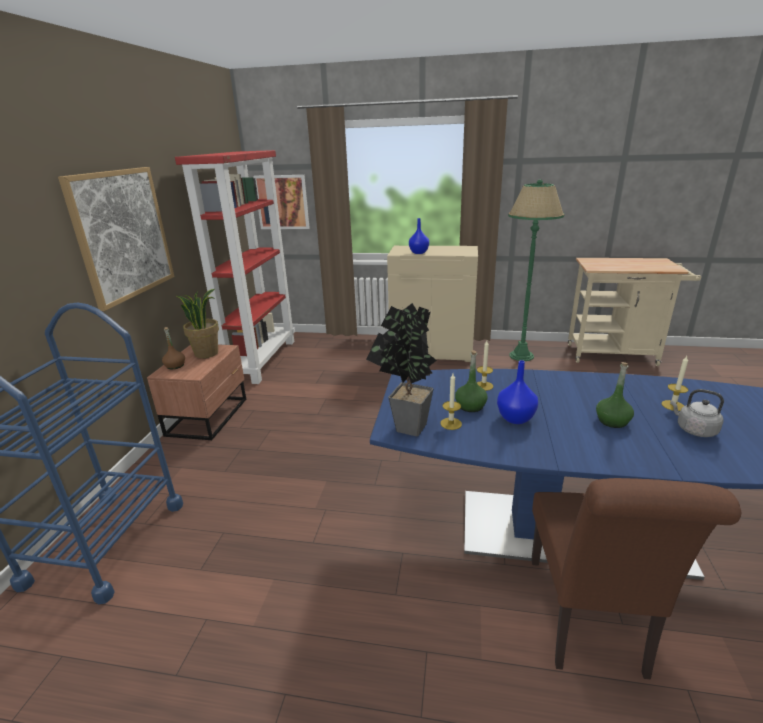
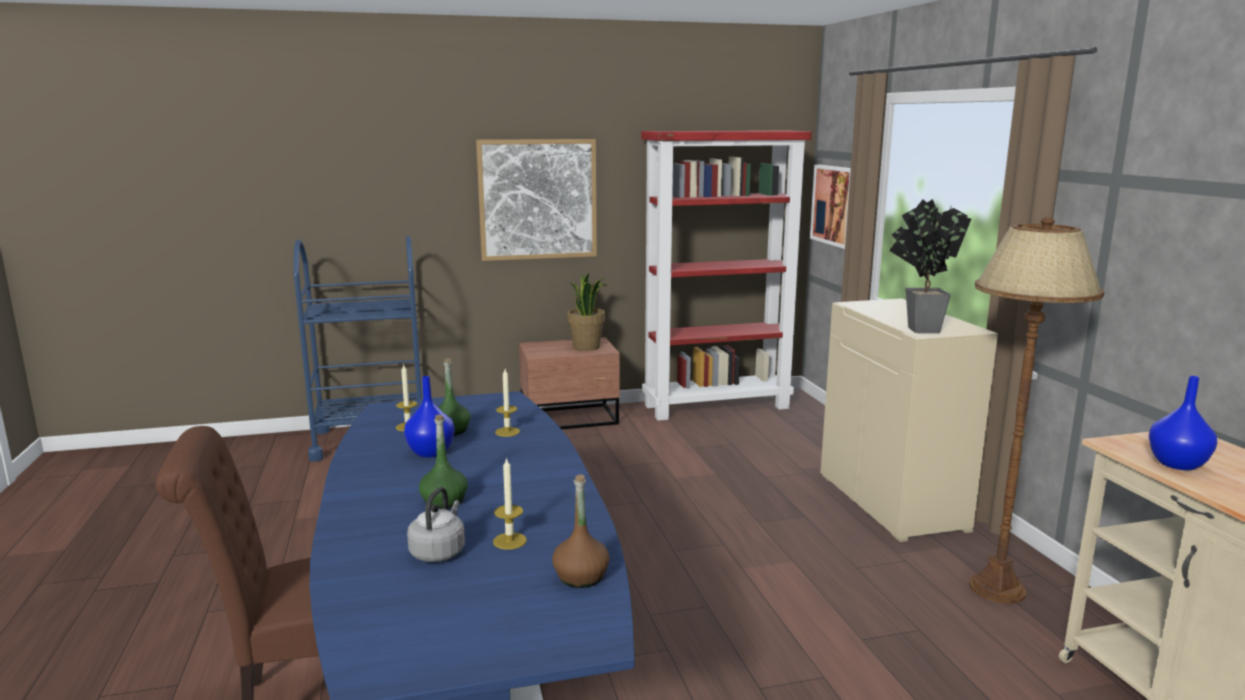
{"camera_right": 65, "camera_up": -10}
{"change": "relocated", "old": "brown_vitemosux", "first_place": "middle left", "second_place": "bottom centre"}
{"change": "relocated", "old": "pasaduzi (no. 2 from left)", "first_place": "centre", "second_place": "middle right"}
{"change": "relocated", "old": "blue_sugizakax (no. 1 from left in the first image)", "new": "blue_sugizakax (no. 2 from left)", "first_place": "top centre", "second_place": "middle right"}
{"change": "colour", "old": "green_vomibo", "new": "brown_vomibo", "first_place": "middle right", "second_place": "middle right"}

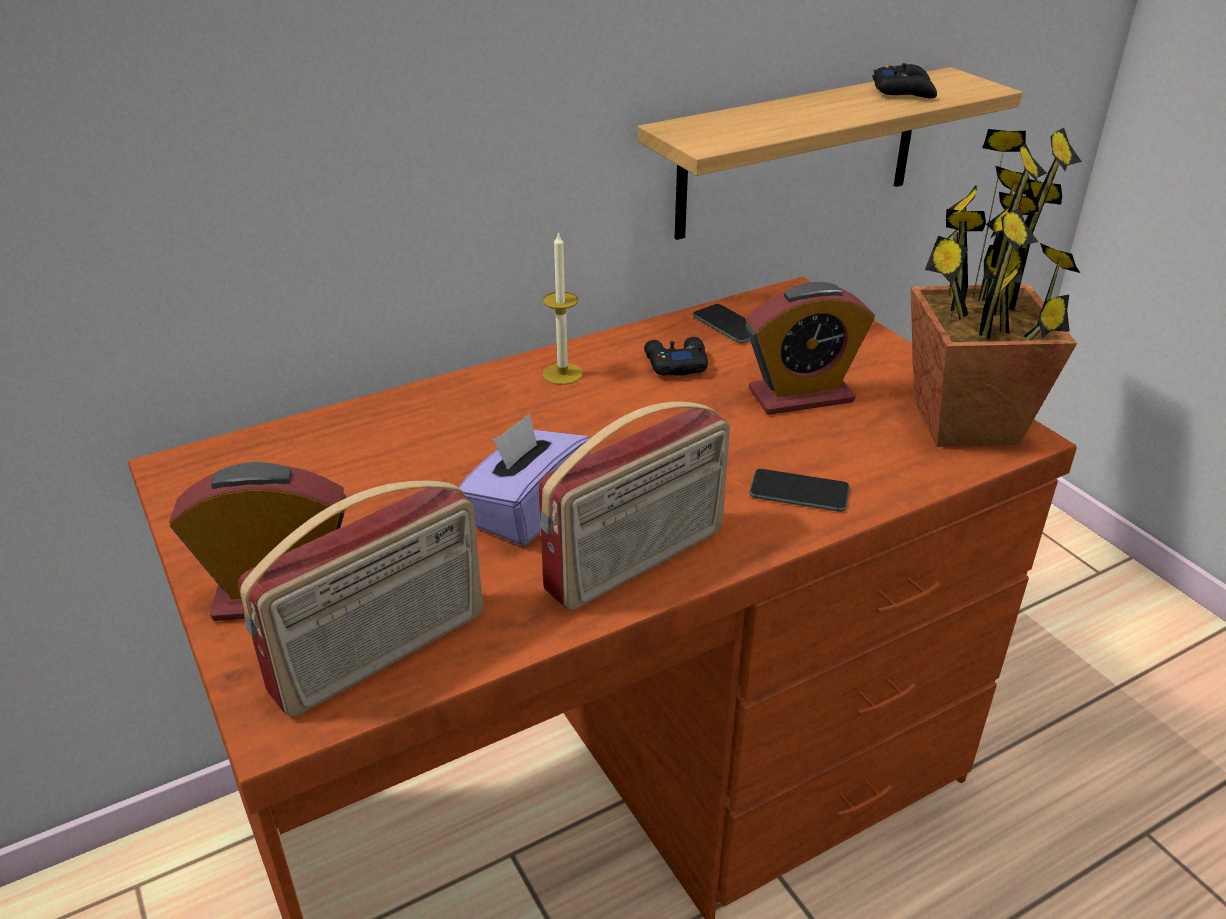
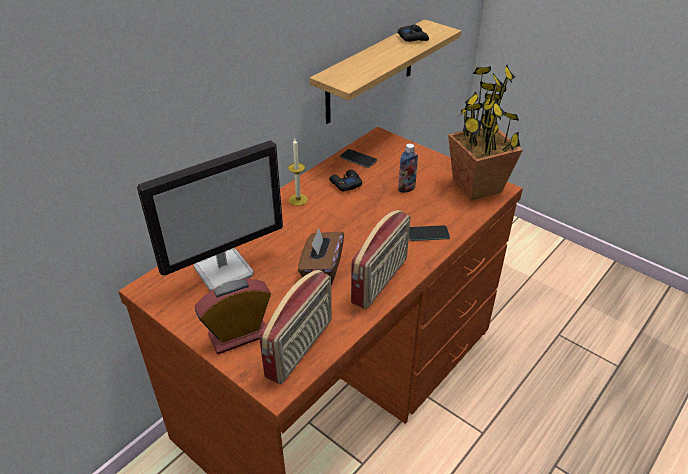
{"camera_right": -20, "camera_up": 5}
{"change": "appeared", "new": "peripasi", "second_place": "middle left"}
{"change": "exchanged", "old": "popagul (no. 2 from left)", "new": "vitemosux", "first_place": "centre", "second_place": "centre"}
{"change": "colour", "old": "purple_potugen", "new": "brown_potugen", "first_place": "centre", "second_place": "centre"}

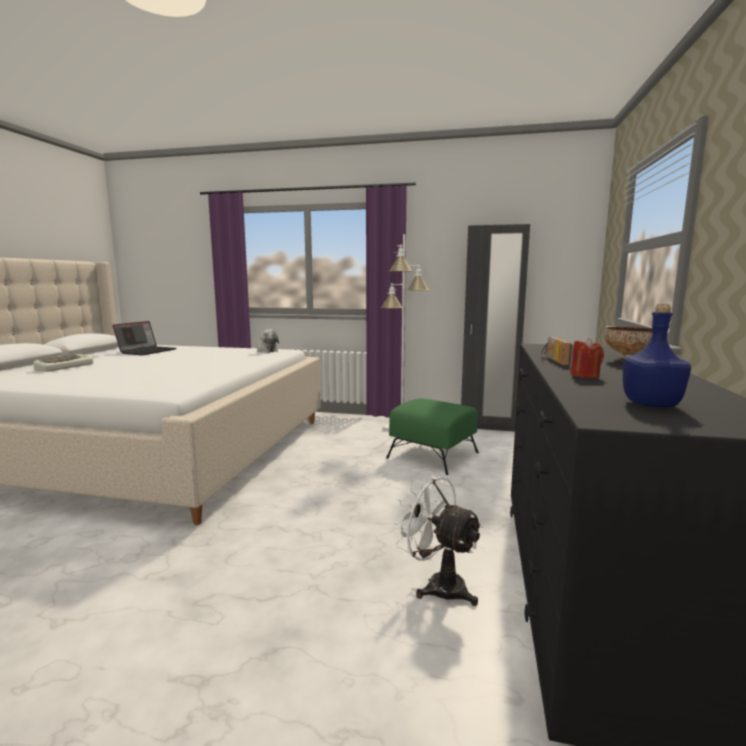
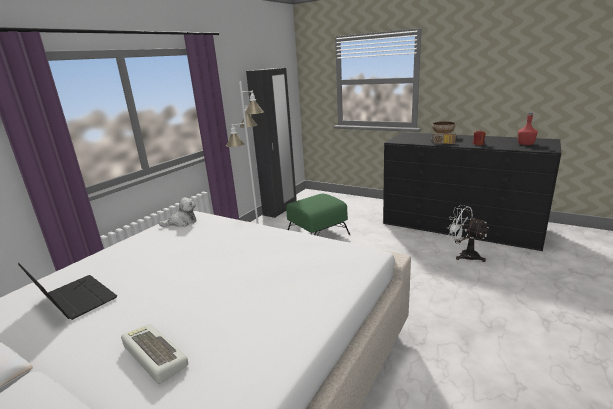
{"camera_right": -70, "camera_up": 10}
{"change": "colour", "old": "blue_vitemosux", "new": "red_vitemosux", "first_place": "middle right", "second_place": "top right"}
{"change": "spun", "old": "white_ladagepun", "first_place": "bottom centre", "second_place": "middle right", "degrees": 75}

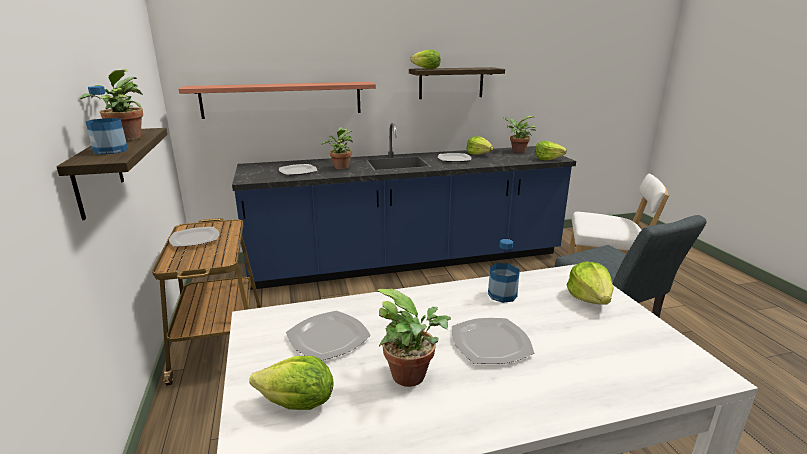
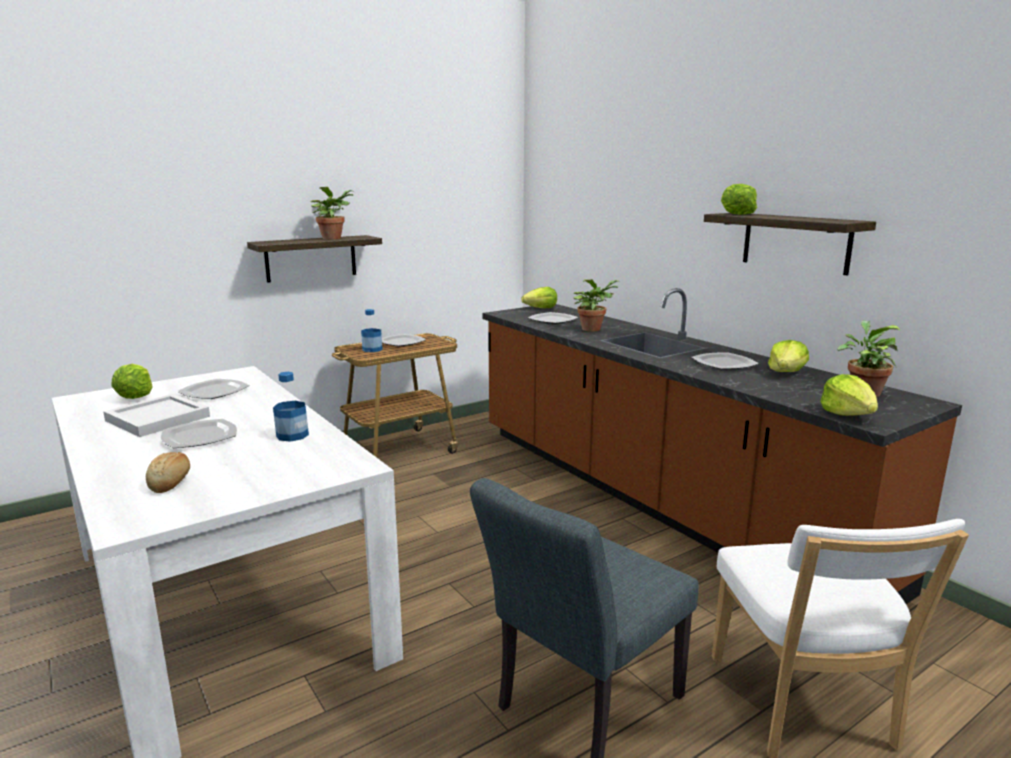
{"camera_right": 70, "camera_up": -5}
{"change": "missing", "old": "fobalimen (no. 2 from left)", "first_place": "top centre"}
{"change": "appeared", "new": "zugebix", "second_place": "middle left"}
{"change": "relocated", "old": "vitemosux (no. 1 from left in the first image)", "new": "vitemosux (no. 2 from left)", "first_place": "top left", "second_place": "centre"}
{"change": "relocated", "old": "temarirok (no. 5 from left in the first image)", "new": "temarirok (no. 2 from left)", "first_place": "middle right", "second_place": "centre"}
{"change": "exchanged", "old": "pasaduzi (no. 3 from left)", "new": "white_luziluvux", "first_place": "bottom centre", "second_place": "middle left"}
{"change": "colour", "old": "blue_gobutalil", "new": "brown_gobutalil", "first_place": "centre", "second_place": "middle right"}

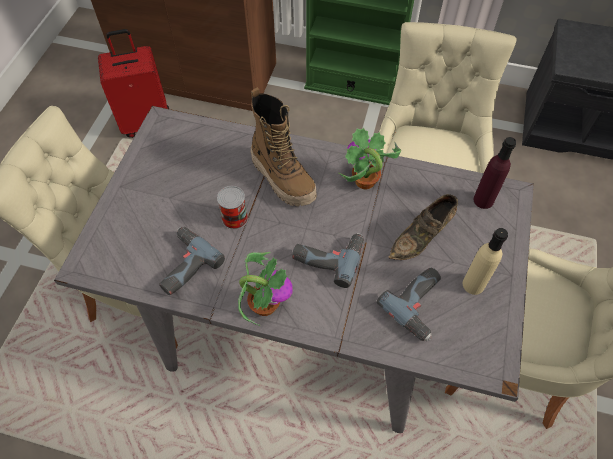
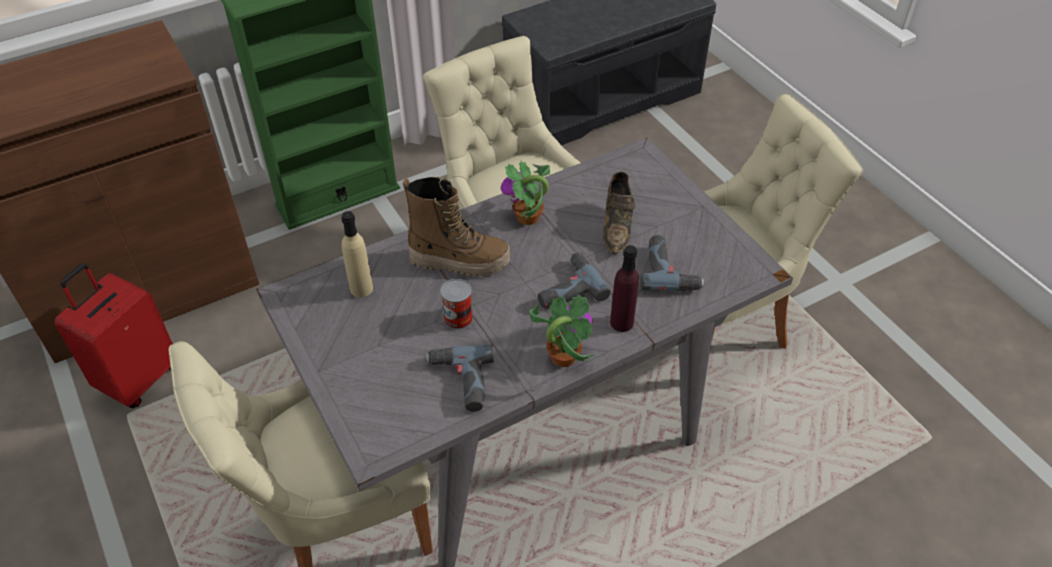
{"camera_right": -45, "camera_up": -10}
{"change": "relocated", "old": "beige_vitemosux", "first_place": "middle right", "second_place": "centre"}
{"change": "relocated", "old": "purple_vitemosux", "first_place": "middle right", "second_place": "centre"}

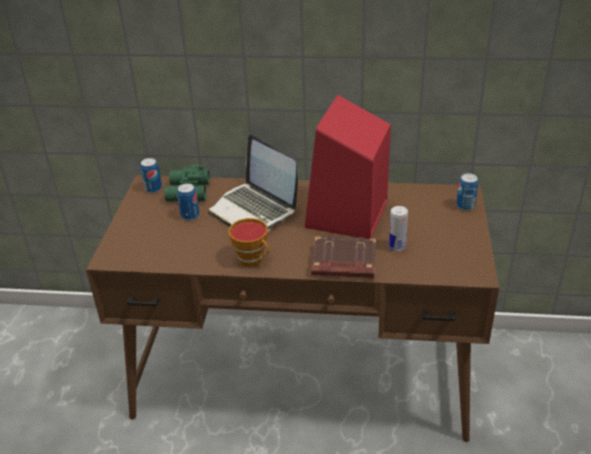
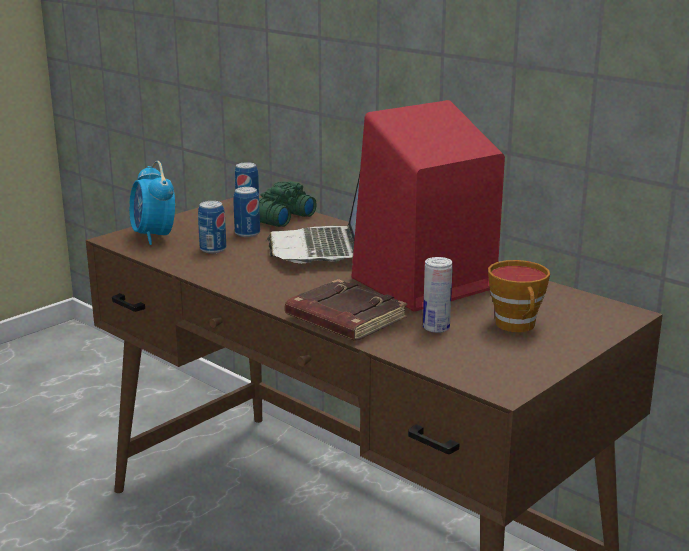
{"camera_right": 35, "camera_up": -15}
{"change": "appeared", "new": "popagul", "second_place": "middle left"}
{"change": "relocated", "old": "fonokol", "first_place": "centre", "second_place": "middle right"}
{"change": "relocated", "old": "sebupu (no. 4 from left in the first image)", "new": "sebupu (no. 1 from left)", "first_place": "middle right", "second_place": "middle left"}

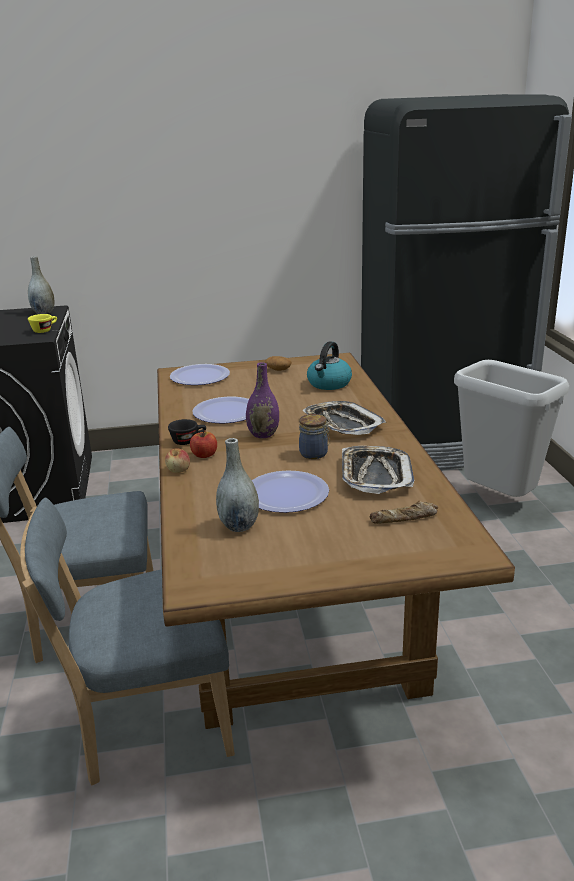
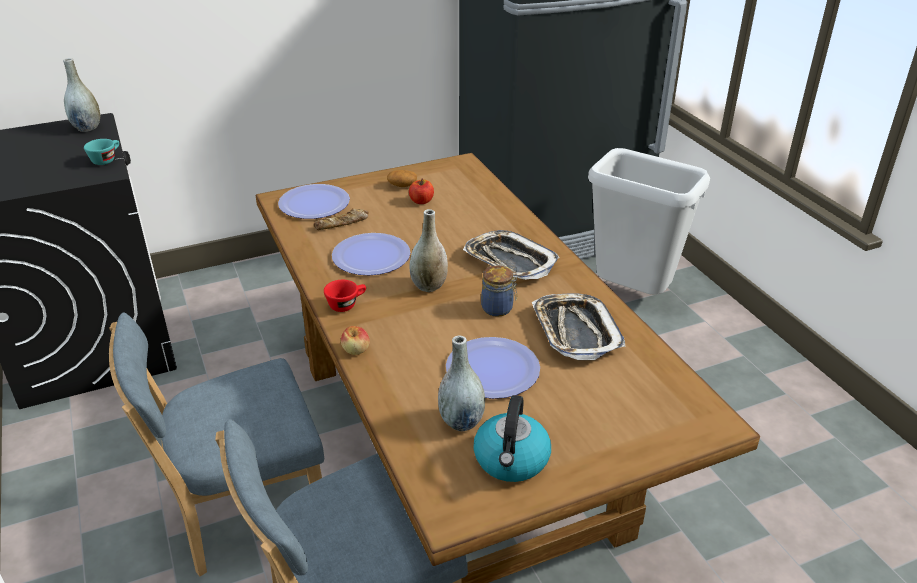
{"camera_right": -15, "camera_up": 10}
{"change": "relocated", "old": "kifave (no. 2 from left)", "first_place": "centre", "second_place": "top centre"}
{"change": "relocated", "old": "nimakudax", "first_place": "centre", "second_place": "bottom centre"}
{"change": "relocated", "old": "zugebix", "first_place": "middle right", "second_place": "centre"}
{"change": "colour", "old": "yellow_fonokol", "new": "turquoise_fonokol", "first_place": "middle left", "second_place": "top left"}
{"change": "colour", "old": "black_fonokol", "new": "red_fonokol", "first_place": "middle left", "second_place": "centre"}
{"change": "colour", "old": "purple_sugizakax", "new": "grey_sugizakax (no. 2 from left)", "first_place": "centre", "second_place": "centre"}

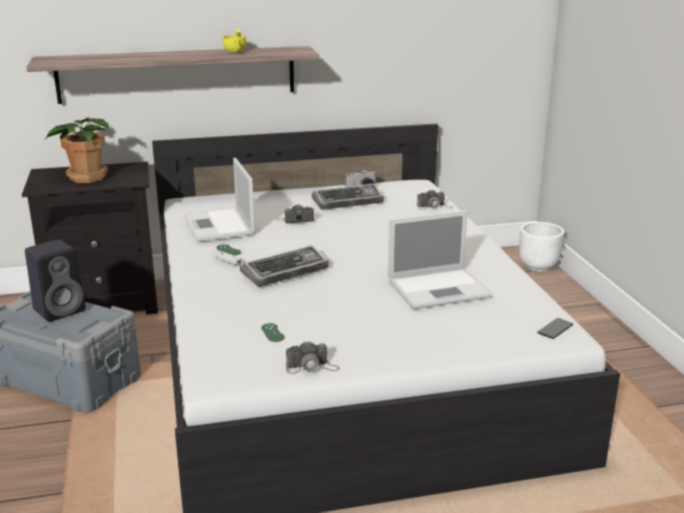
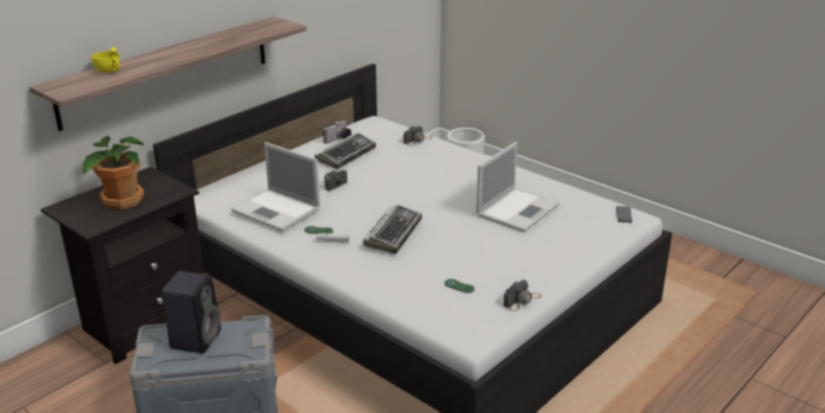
{"camera_right": -35, "camera_up": 5}
{"change": "relocated", "old": "yellow_fonokol", "first_place": "top centre", "second_place": "top left"}

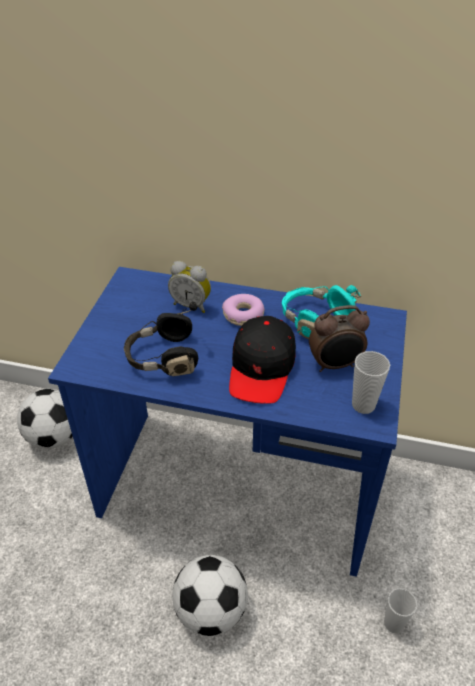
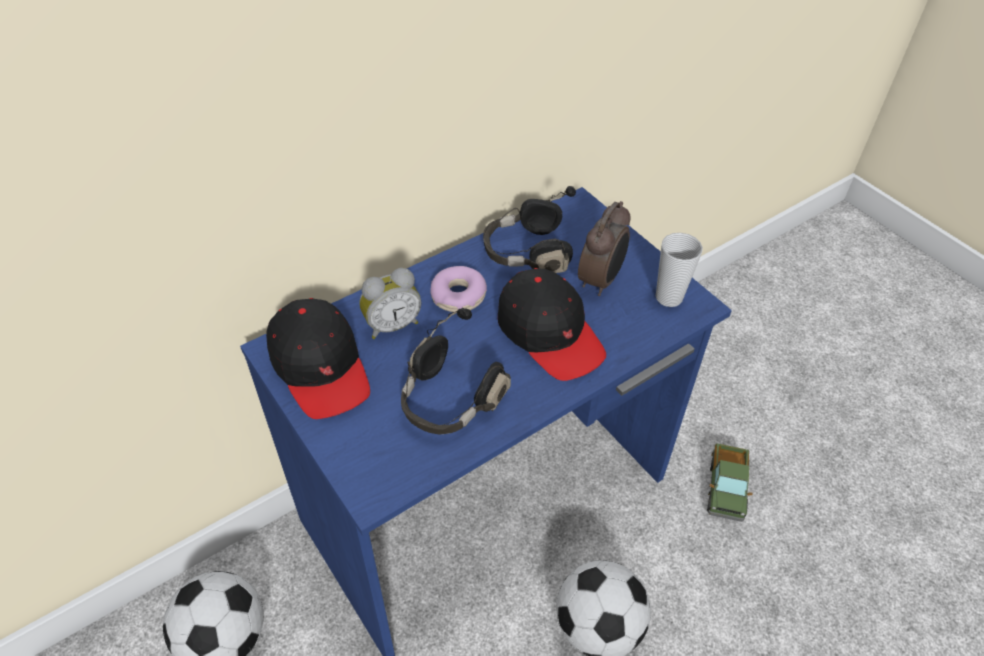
{"camera_right": -50, "camera_up": 5}
{"change": "appeared", "new": "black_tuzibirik (no. 1 from left)", "second_place": "middle left"}
{"change": "exchanged", "old": "fonokol (no. 2 from left)", "new": "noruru", "first_place": "bottom right", "second_place": "bottom right"}
{"change": "colour", "old": "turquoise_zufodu", "new": "black_zufodu (no. 2 from left)", "first_place": "middle right", "second_place": "centre"}

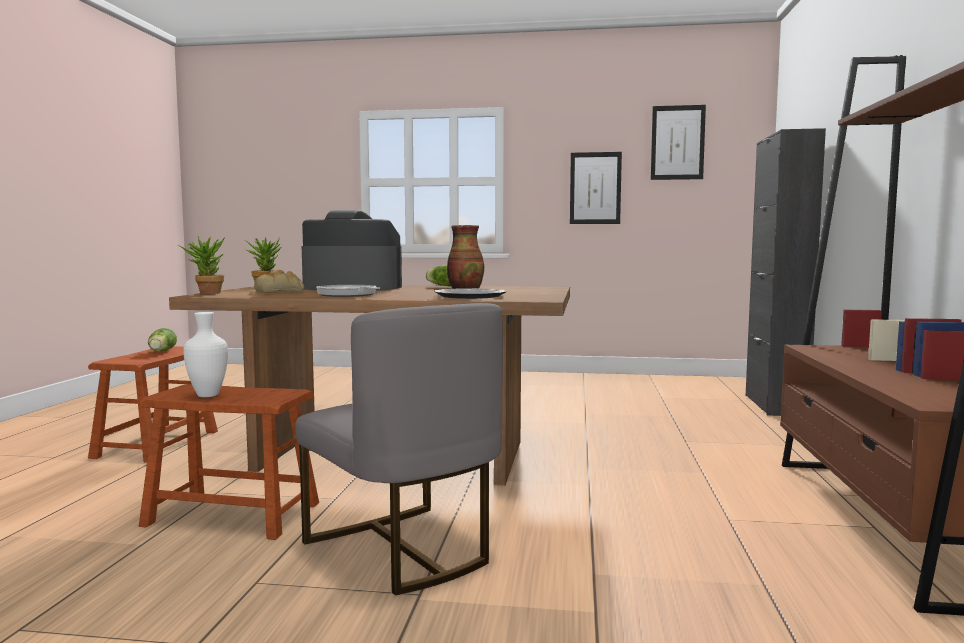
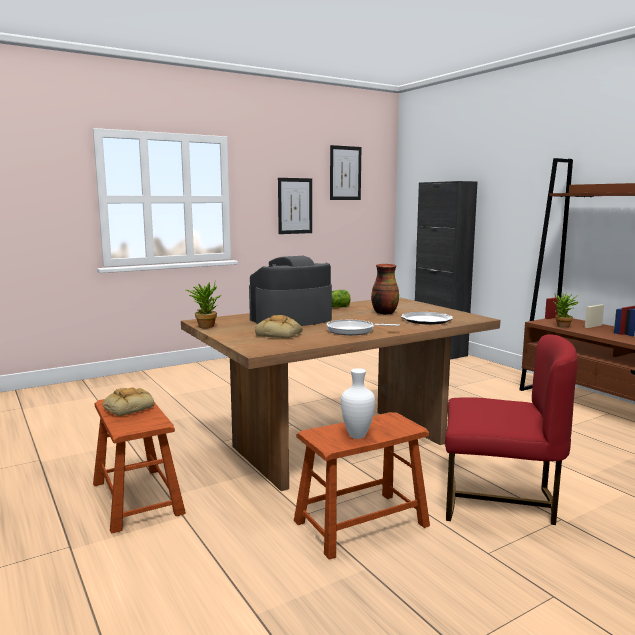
{"camera_right": -40, "camera_up": 5}
{"change": "relocated", "old": "pasaduzi (no. 1 from left in the first image)", "new": "pasaduzi (no. 2 from left)", "first_place": "middle left", "second_place": "middle right"}
{"change": "exchanged", "old": "temarirok (no. 1 from left)", "new": "zugebix (no. 1 from left)", "first_place": "middle left", "second_place": "middle left"}
{"change": "colour", "old": "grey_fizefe", "new": "red_fizefe", "first_place": "bottom centre", "second_place": "bottom right"}

